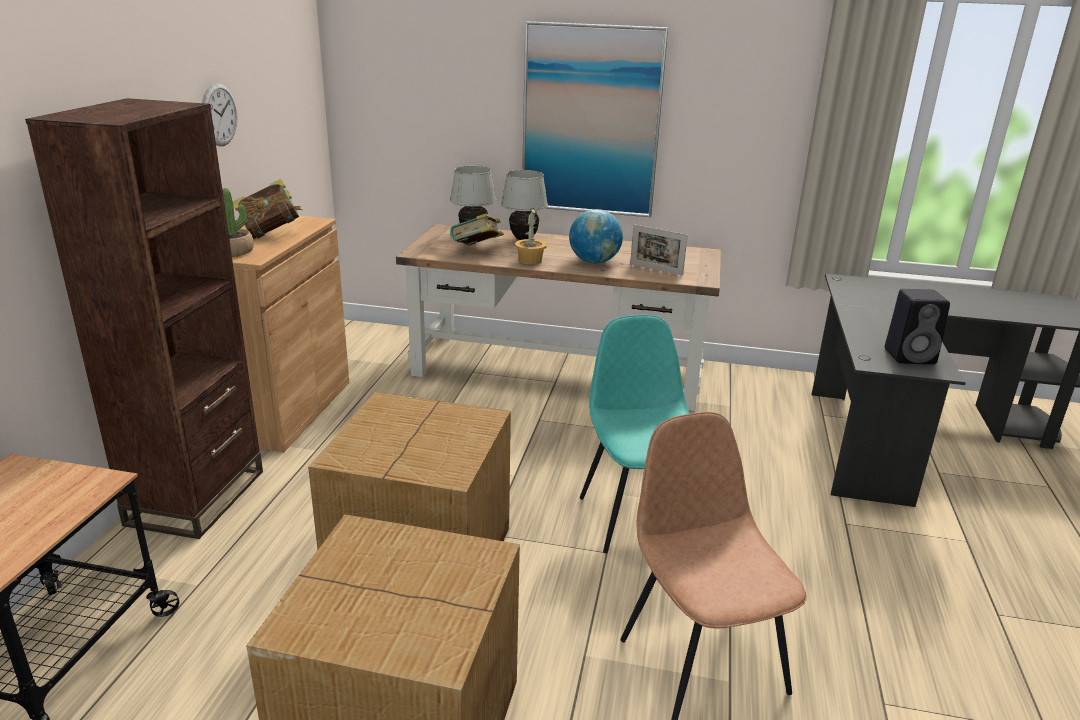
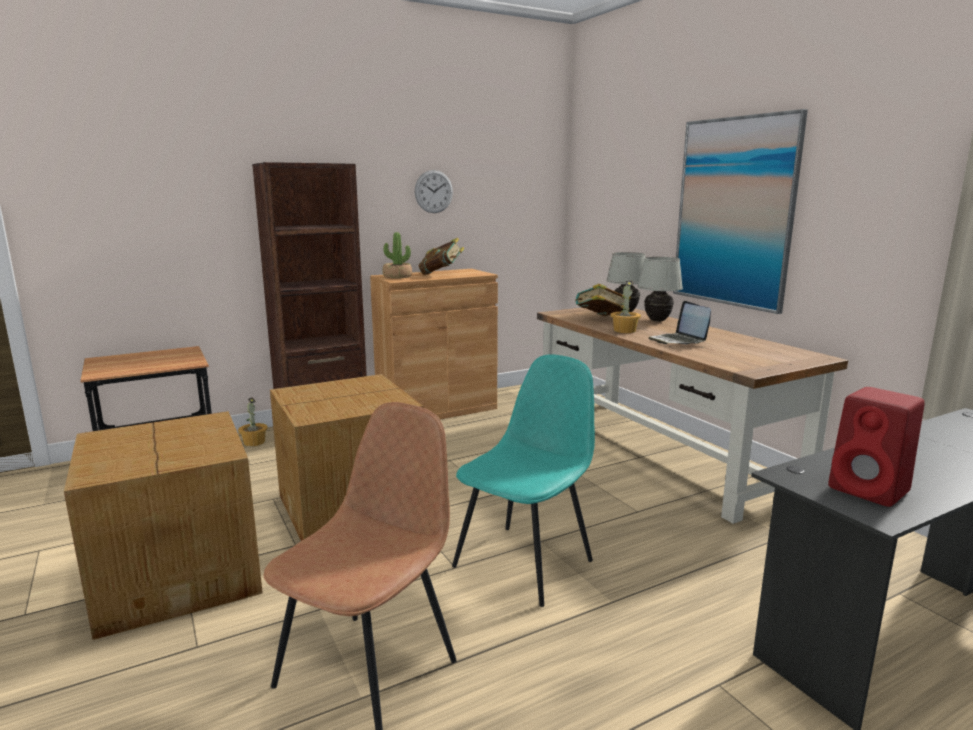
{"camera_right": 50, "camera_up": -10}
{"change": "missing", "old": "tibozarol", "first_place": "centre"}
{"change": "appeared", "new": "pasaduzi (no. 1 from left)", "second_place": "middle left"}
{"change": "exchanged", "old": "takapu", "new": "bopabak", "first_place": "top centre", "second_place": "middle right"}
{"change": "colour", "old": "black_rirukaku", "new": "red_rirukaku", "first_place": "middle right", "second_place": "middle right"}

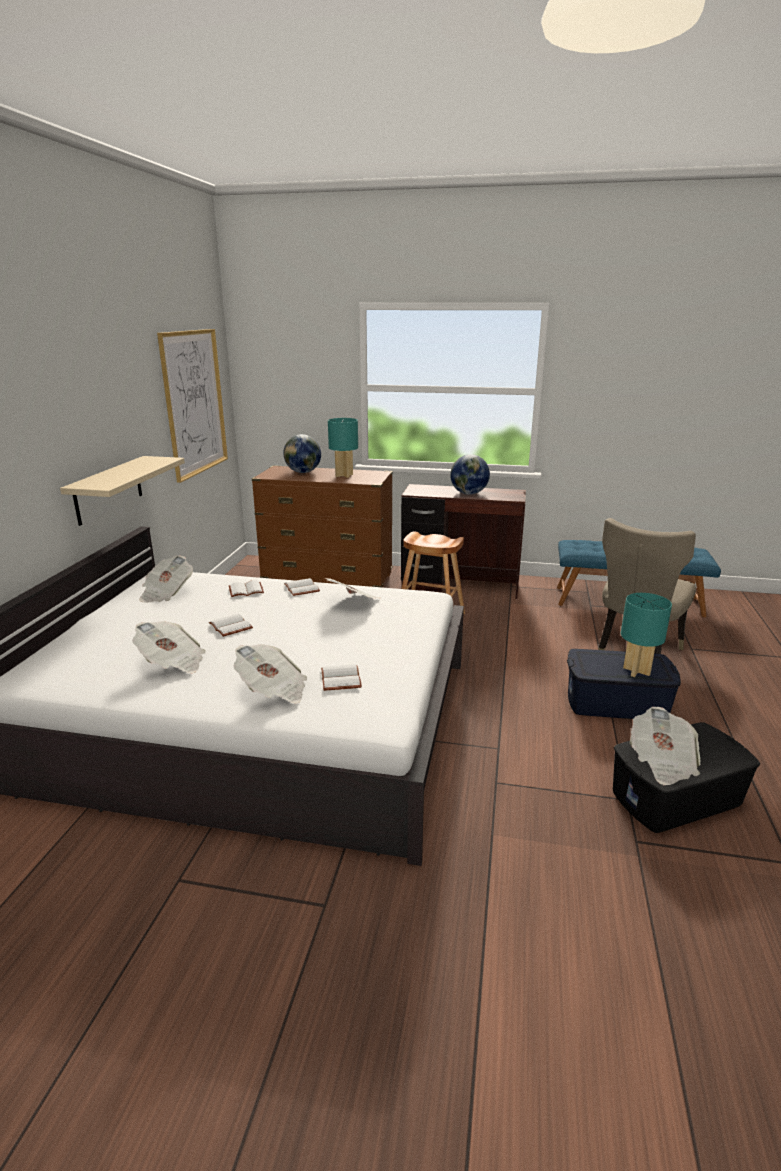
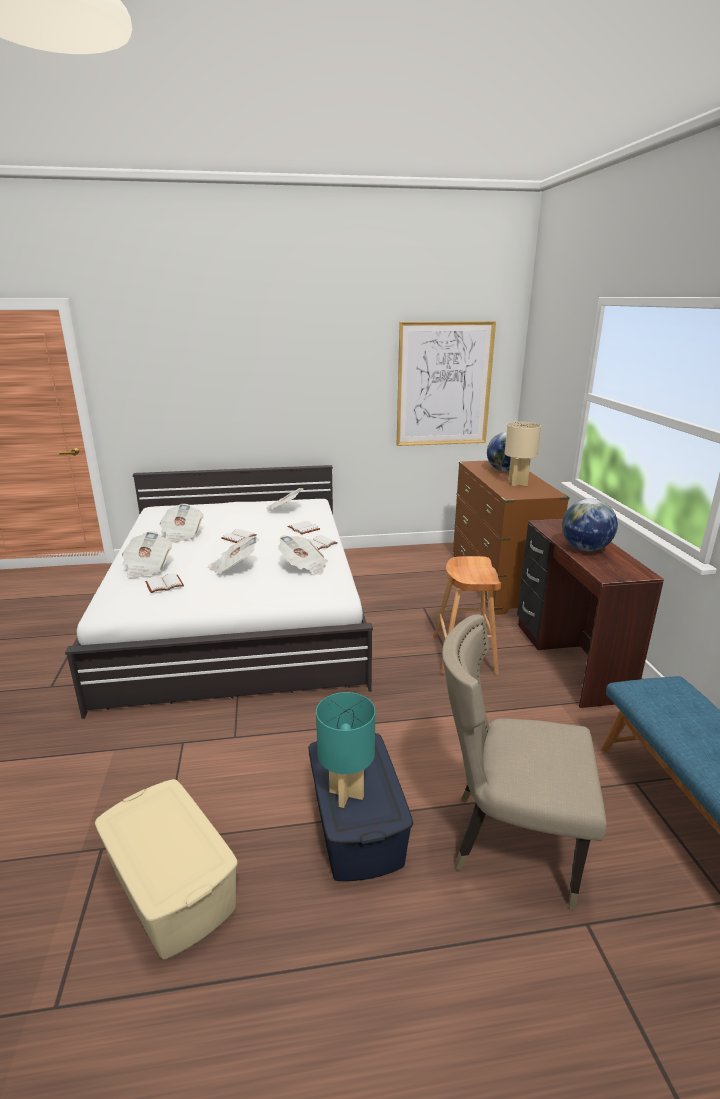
{"camera_right": 70, "camera_up": 0}
{"change": "missing", "old": "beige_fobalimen", "first_place": "middle left"}
{"change": "relocated", "old": "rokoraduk (no. 5 from left in the first image)", "new": "rokoraduk (no. 3 from left)", "first_place": "middle right", "second_place": "middle left"}
{"change": "colour", "old": "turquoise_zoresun (no. 1 from left)", "new": "beige_zoresun", "first_place": "centre", "second_place": "middle right"}
{"change": "colour", "old": "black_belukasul", "new": "beige_belukasul", "first_place": "middle right", "second_place": "bottom left"}

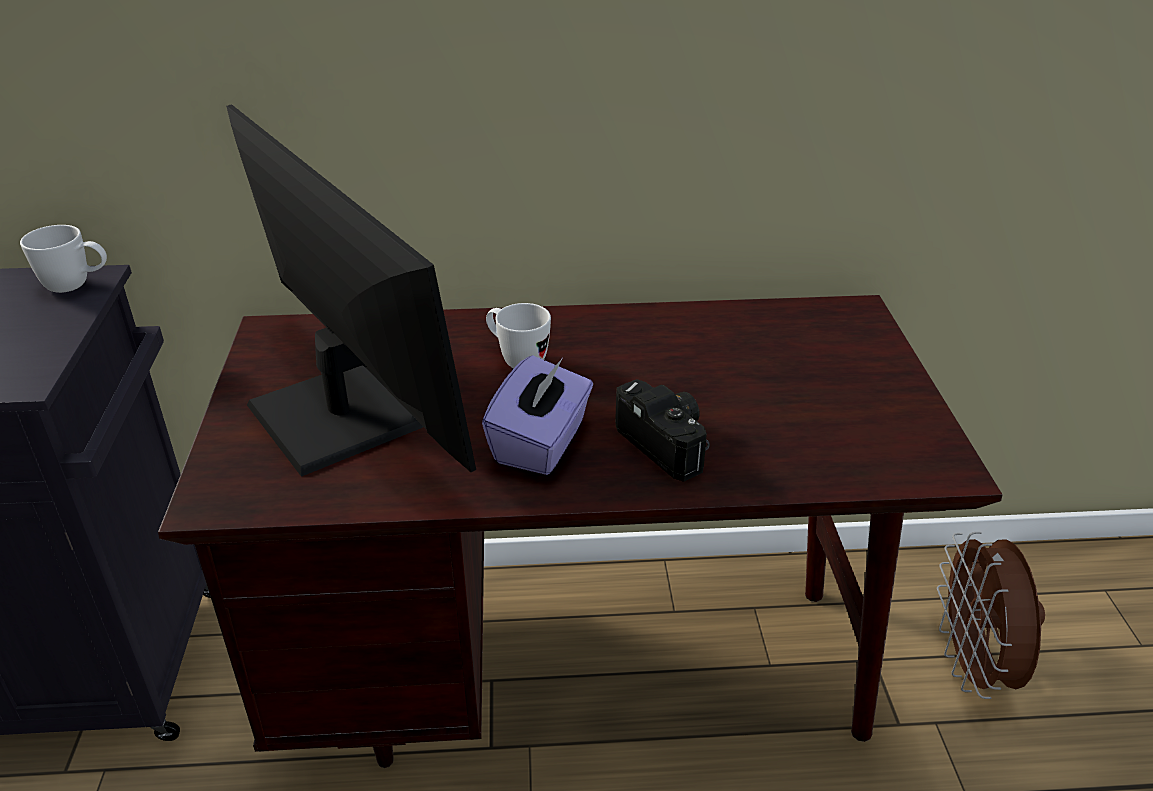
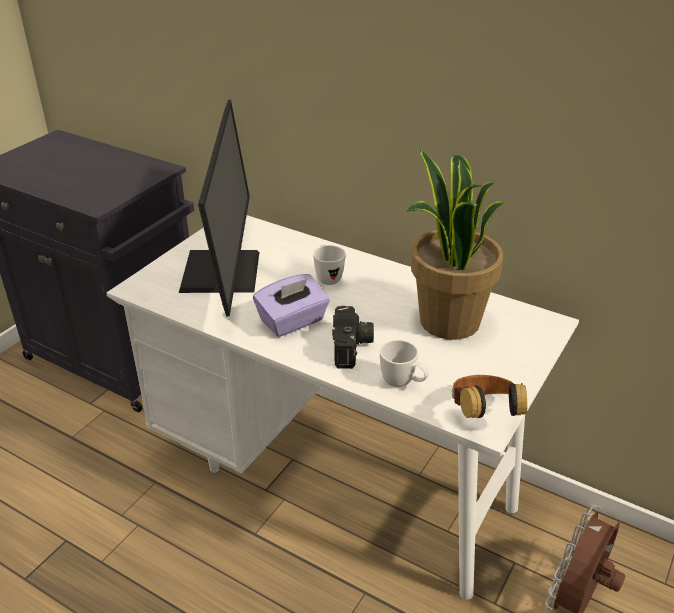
{"camera_right": 35, "camera_up": 0}
{"change": "appeared", "new": "pasaduzi", "second_place": "middle right"}
{"change": "appeared", "new": "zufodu", "second_place": "middle right"}
{"change": "relocated", "old": "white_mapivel (no. 1 from left in the first image)", "new": "white_mapivel (no. 2 from left)", "first_place": "top left", "second_place": "centre"}
{"change": "colour", "old": "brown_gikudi", "new": "white_gikudi", "first_place": "bottom centre", "second_place": "centre"}

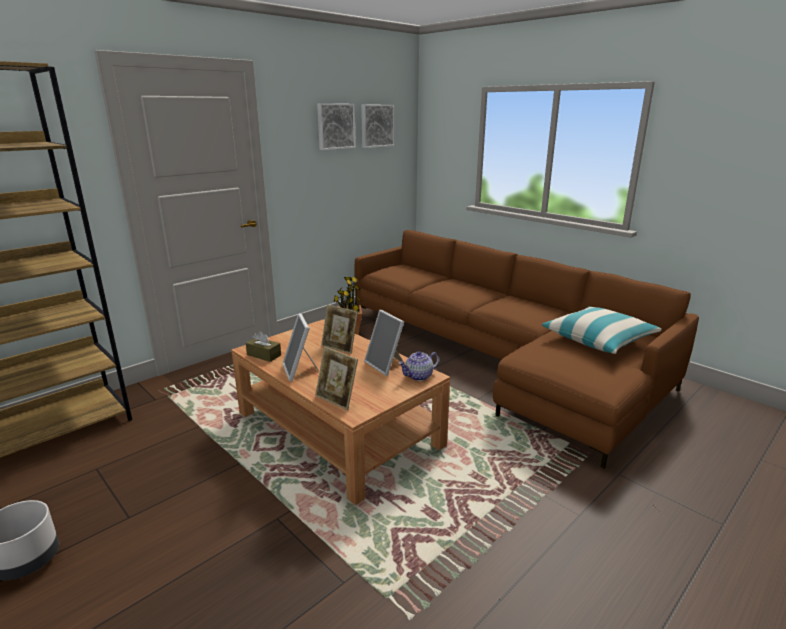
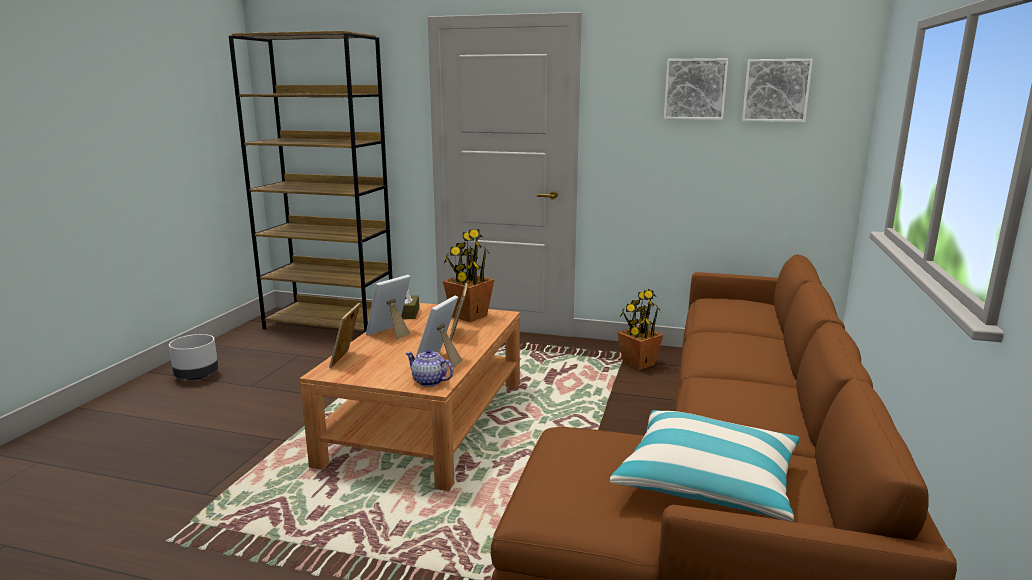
{"camera_right": 60, "camera_up": -5}
{"change": "appeared", "new": "pasaduzi (no. 1 from left)", "second_place": "centre"}

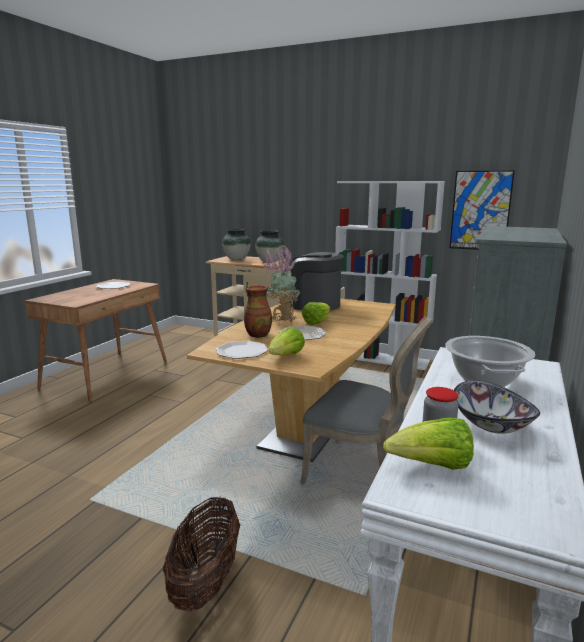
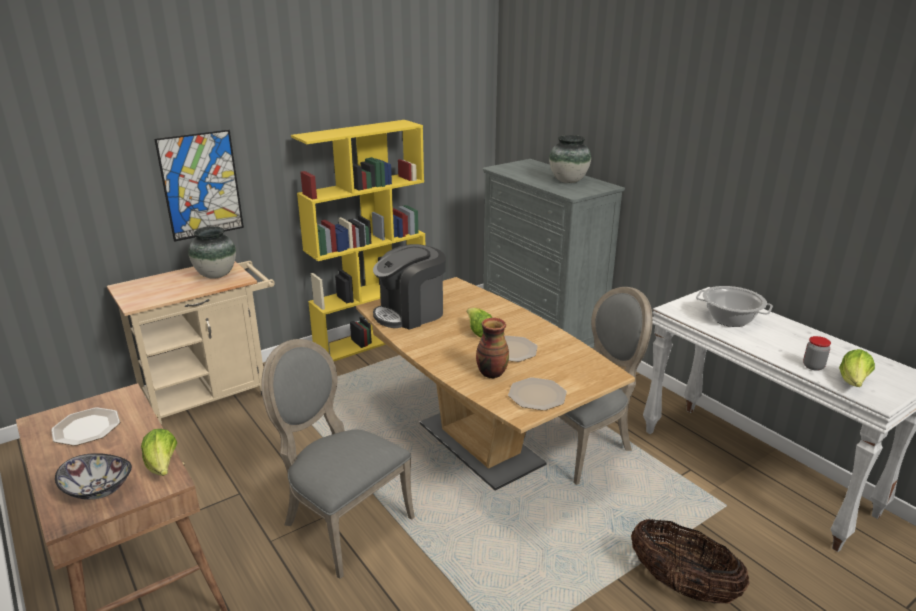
{"camera_right": -60, "camera_up": 10}
{"change": "missing", "old": "pasaduzi", "first_place": "centre"}
{"change": "appeared", "new": "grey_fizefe (no. 1 from left)", "second_place": "bottom centre"}
{"change": "relocated", "old": "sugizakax (no. 1 from left in the first image)", "new": "sugizakax (no. 3 from left)", "first_place": "centre", "second_place": "top centre"}
{"change": "relocated", "old": "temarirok (no. 1 from left)", "first_place": "centre", "second_place": "bottom left"}
{"change": "relocated", "old": "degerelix", "first_place": "top right", "second_place": "top left"}
{"change": "relocated", "old": "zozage", "first_place": "middle right", "second_place": "bottom left"}
{"change": "colour", "old": "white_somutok", "new": "yellow_somutok", "first_place": "middle right", "second_place": "centre"}

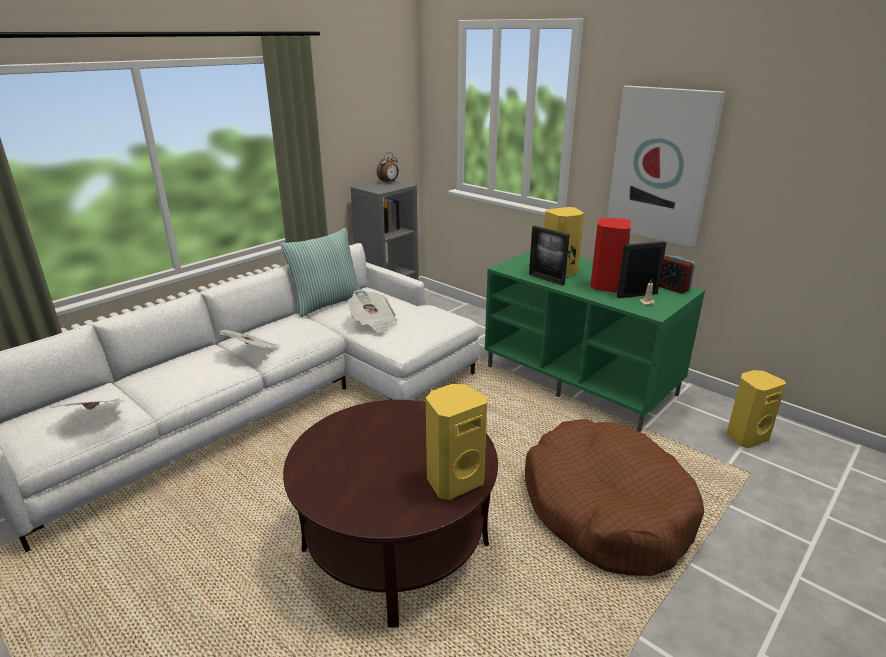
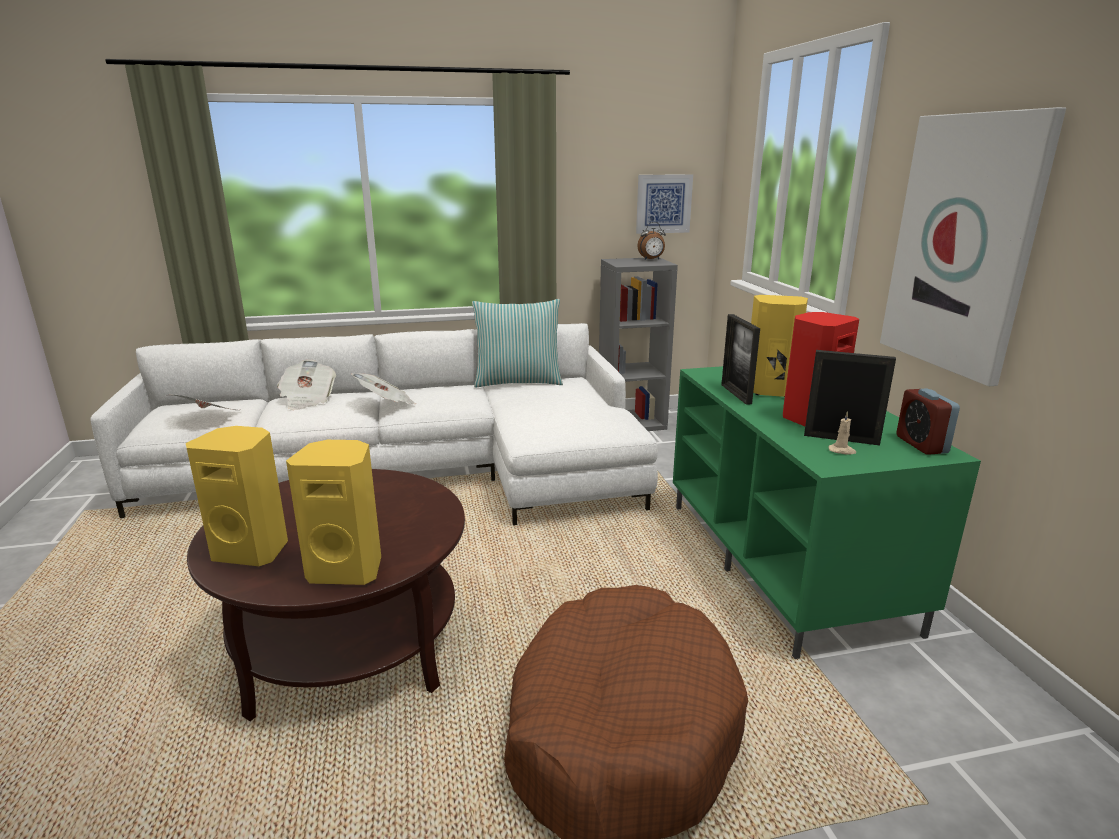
{"camera_right": 35, "camera_up": -5}
{"change": "appeared", "new": "degerelix (no. 1 from left)", "second_place": "top centre"}
{"change": "relocated", "old": "rokoraduk (no. 3 from left in the first image)", "new": "rokoraduk (no. 2 from left)", "first_place": "centre", "second_place": "middle left"}
{"change": "relocated", "old": "yellow_rirukaku (no. 3 from left in the first image)", "new": "yellow_rirukaku (no. 1 from left)", "first_place": "middle right", "second_place": "middle left"}

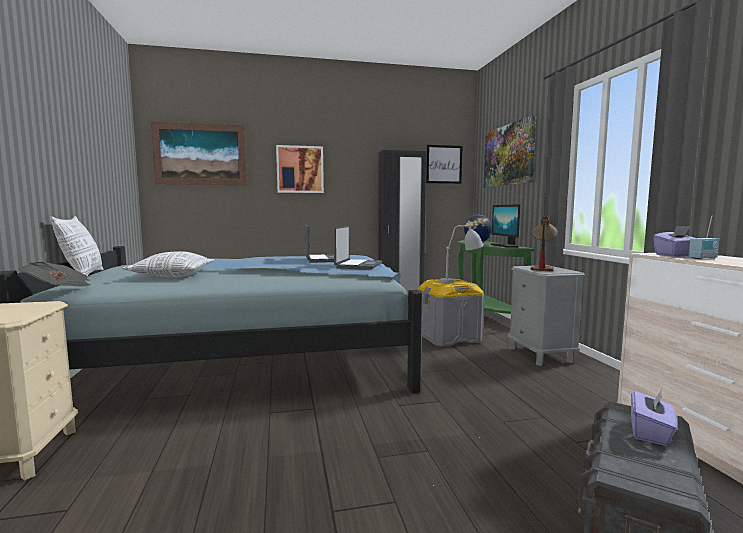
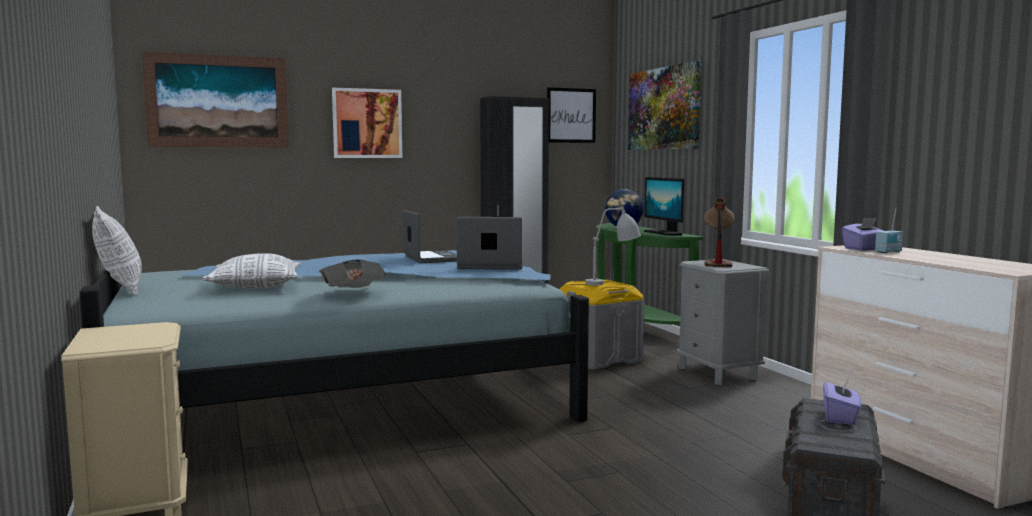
{"camera_right": -10, "camera_up": 0}
{"change": "relocated", "old": "rokoraduk", "first_place": "middle left", "second_place": "centre"}
{"change": "spun", "old": "bopabak (no. 2 from left)", "first_place": "centre", "second_place": "centre", "degrees": -90}

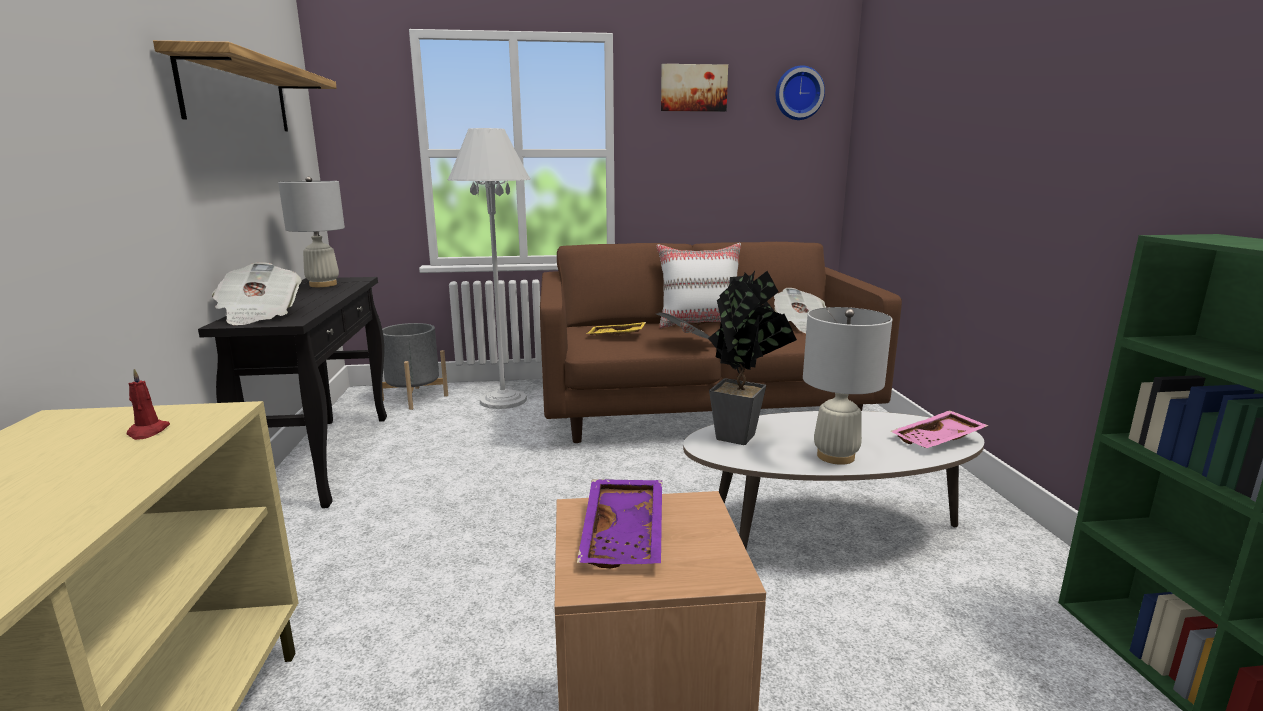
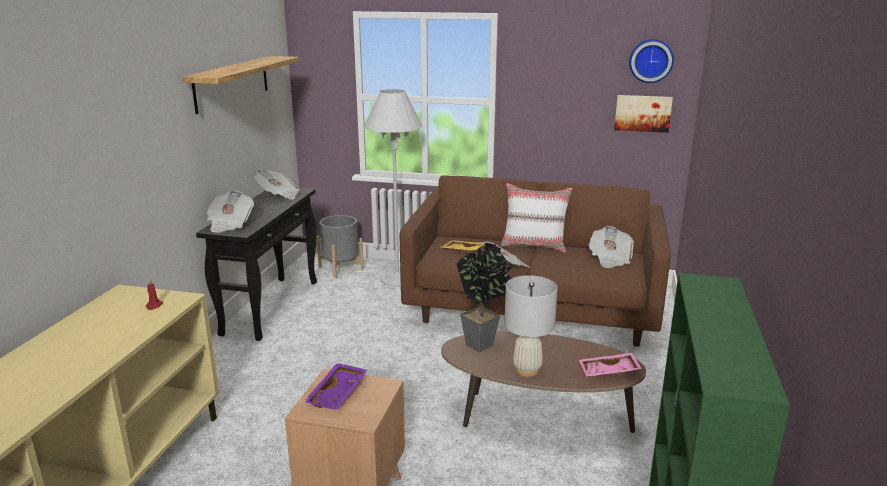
{"camera_right": 20, "camera_up": 5}
{"change": "relocated", "old": "degerelix", "first_place": "top centre", "second_place": "top right"}
{"change": "exchanged", "old": "white_zoresun (no. 1 from left)", "new": "rokoraduk (no. 2 from left)", "first_place": "top left", "second_place": "middle left"}
{"change": "colour", "old": "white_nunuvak", "new": "brown_nunuvak", "first_place": "bottom centre", "second_place": "bottom centre"}

